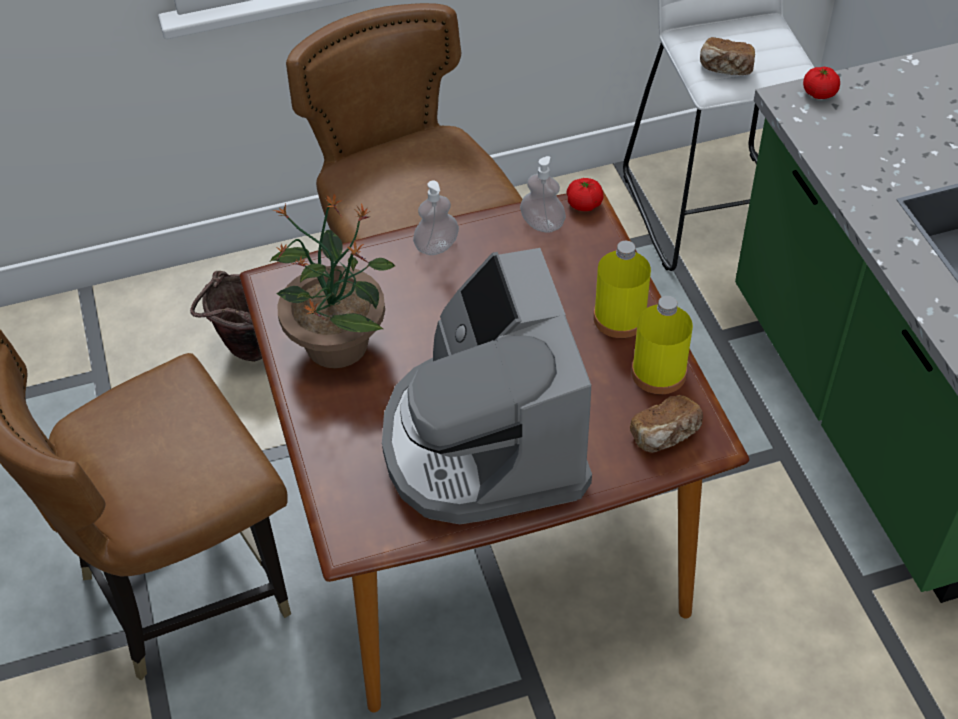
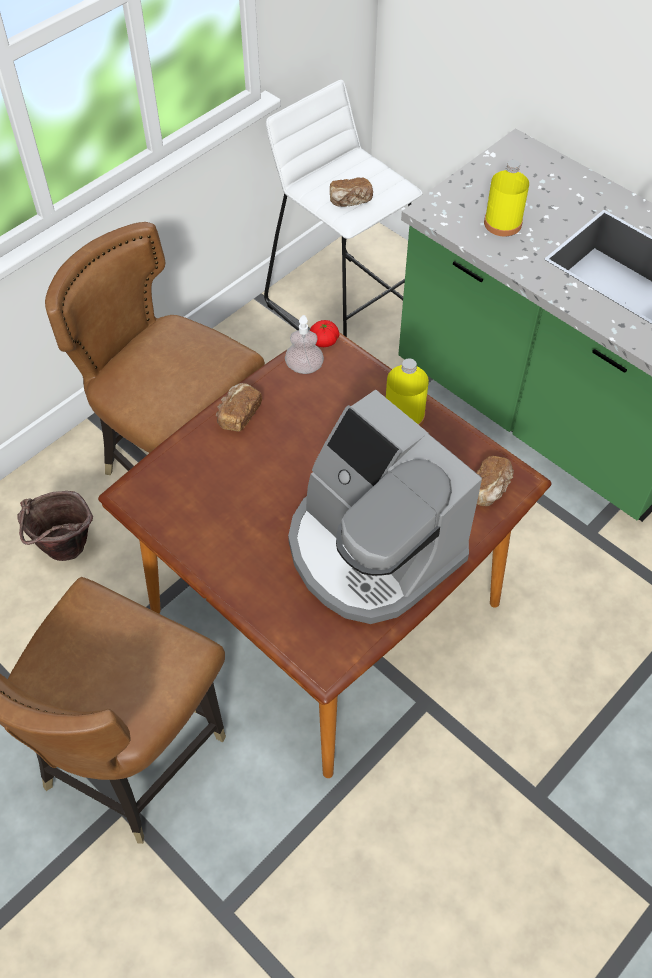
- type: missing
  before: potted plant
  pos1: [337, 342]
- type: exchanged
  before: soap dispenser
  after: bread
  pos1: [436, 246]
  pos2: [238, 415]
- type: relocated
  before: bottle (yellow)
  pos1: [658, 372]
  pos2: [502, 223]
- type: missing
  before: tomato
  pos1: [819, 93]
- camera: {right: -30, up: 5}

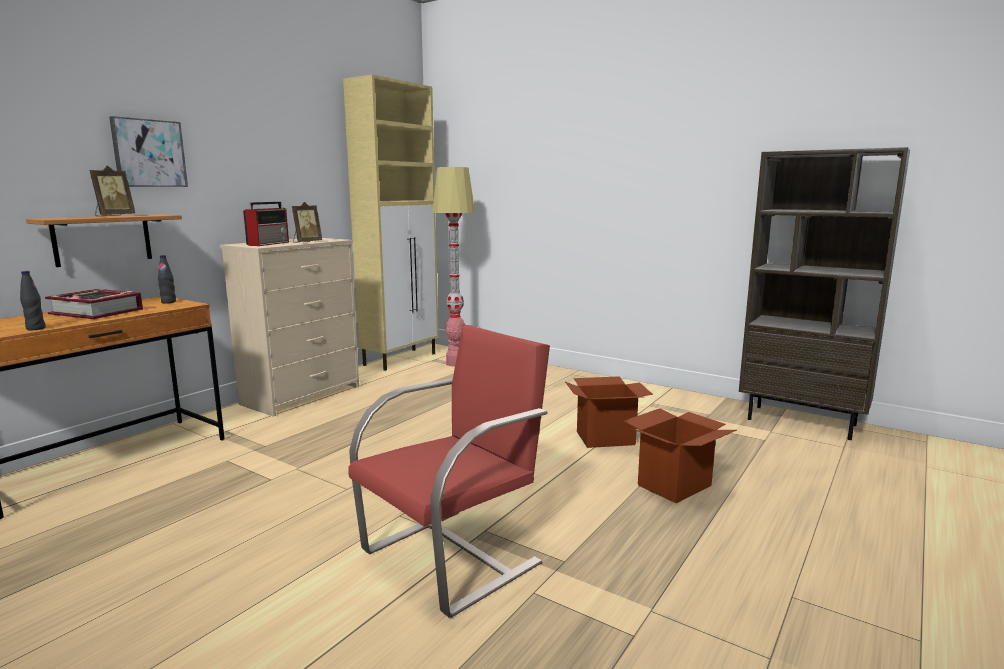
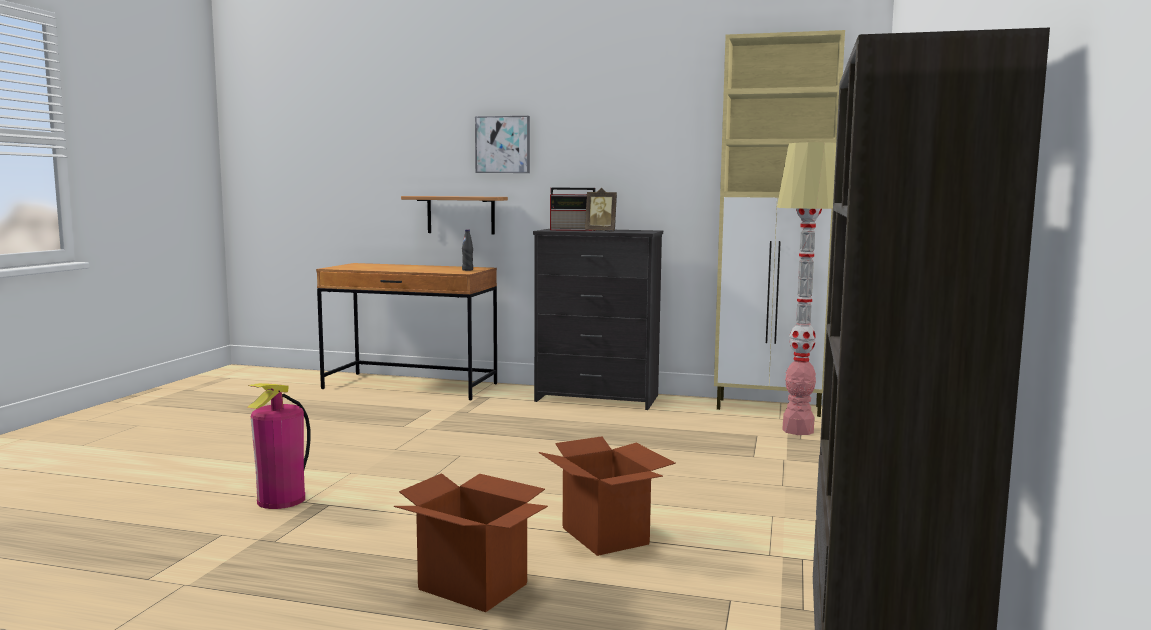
- type: missing
  before: bottle (black)
  pos1: [35, 328]
- type: missing
  before: book
  pos1: [97, 312]
- type: missing
  before: picture frame
  pos1: [114, 216]
- type: colour
  before: dresser (beige)
  after: dresser (black)
  pos1: [303, 395]
  pos2: [598, 398]
- type: exchanged
  before: chair (red)
  after: fire extinguisher
  pos1: [454, 556]
  pos2: [281, 500]
- camera: {right: 70, up: -5}

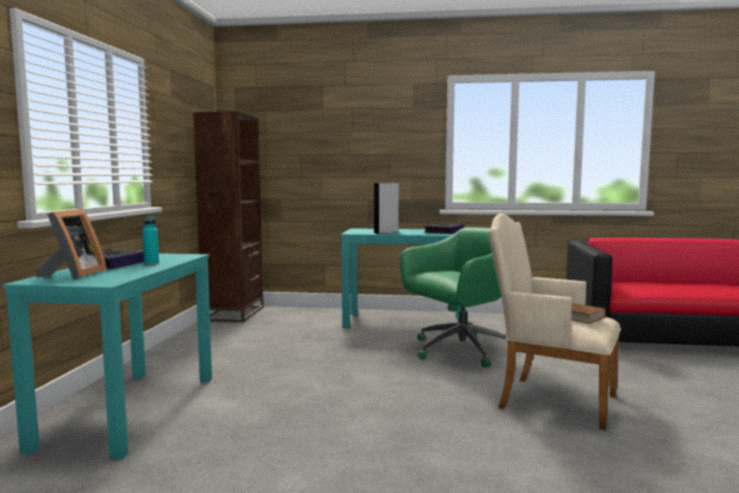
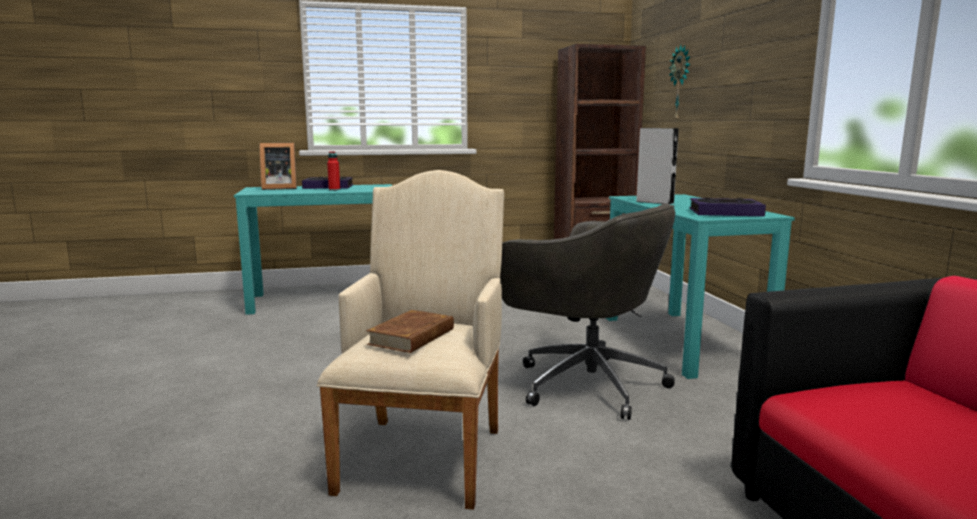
- type: colour
  before: bottle (turquoise)
  after: bottle (red)
  pos1: [151, 263]
  pos2: [334, 190]
- type: colour
  before: office chair (green)
  after: office chair (grey)
  pos1: [459, 351]
  pos2: [585, 383]
- type: appeared
  after: wall clock
  pos2: [681, 83]
- camera: {right: 70, up: 5}

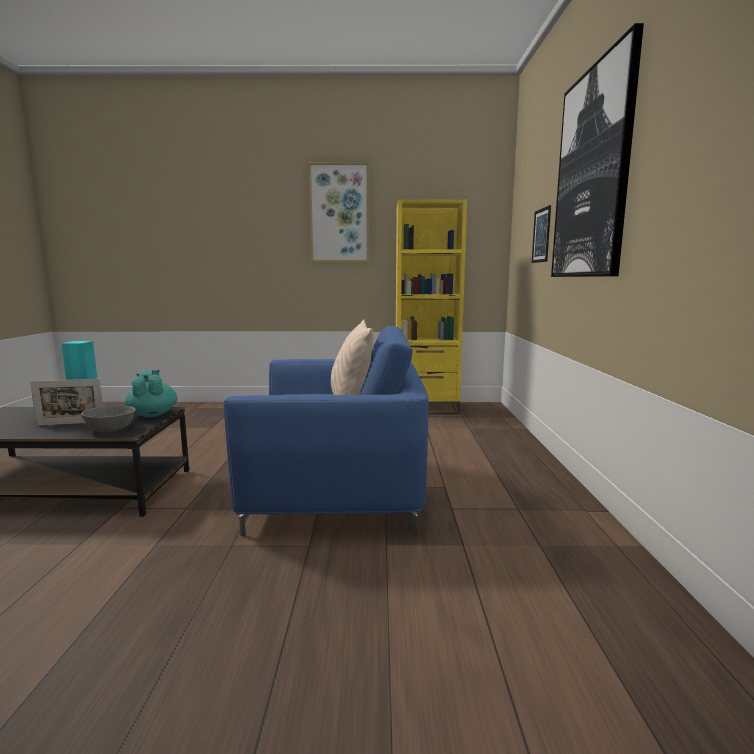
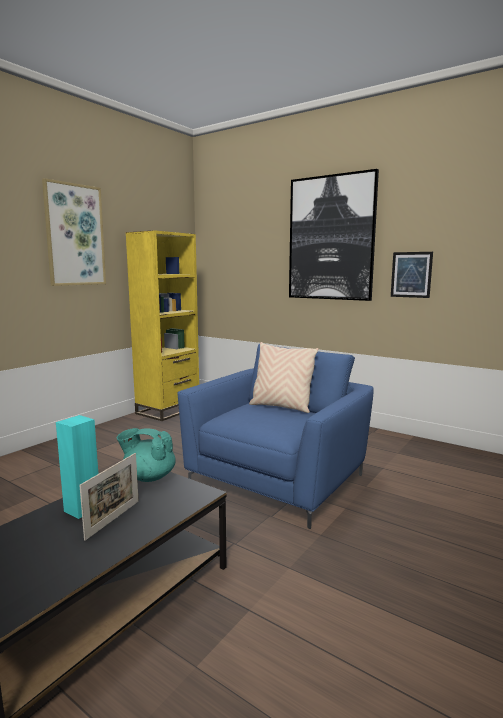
- type: missing
  before: bowl (grey)
  pos1: [110, 429]
- type: relocated
  before: picture
  pos1: [541, 235]
  pos2: [411, 274]
- camera: {right: -55, up: 0}

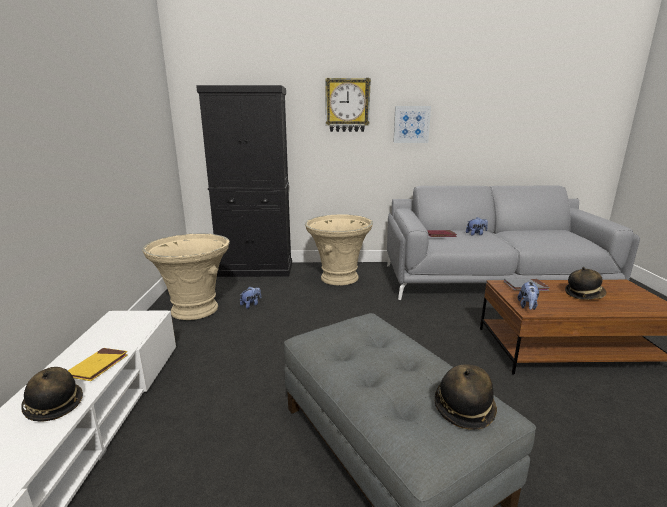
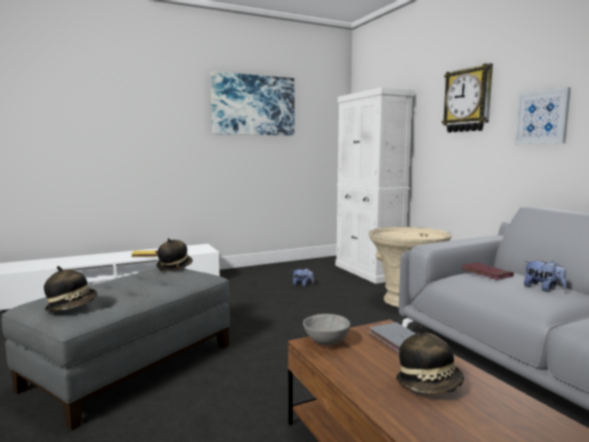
- type: relocated
  before: hat
  pos1: [54, 405]
  pos2: [174, 267]
- type: missing
  before: planter (beige)
  pos1: [195, 309]
- type: colour
  before: cabinet (black)
  after: cabinet (white)
  pos1: [256, 270]
  pos2: [368, 271]
- type: exchanged
  before: plush toy
  after: bowl (grey)
  pos1: [527, 306]
  pos2: [325, 342]
- type: appeared
  after: picture
  pos2: [253, 105]
- camera: {right: 65, up: -10}

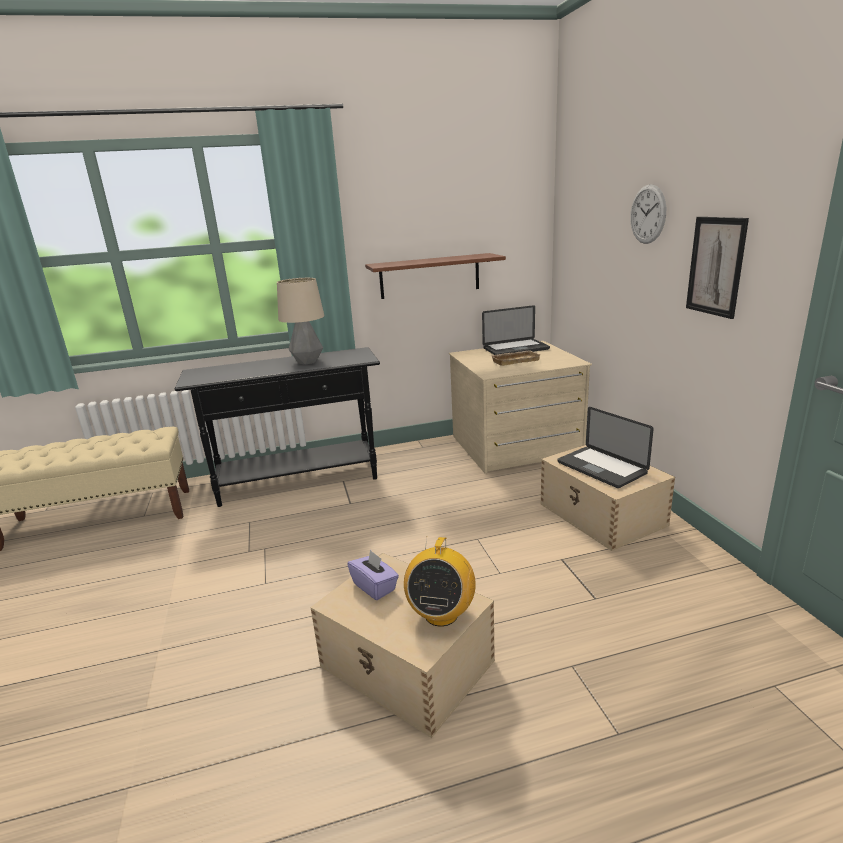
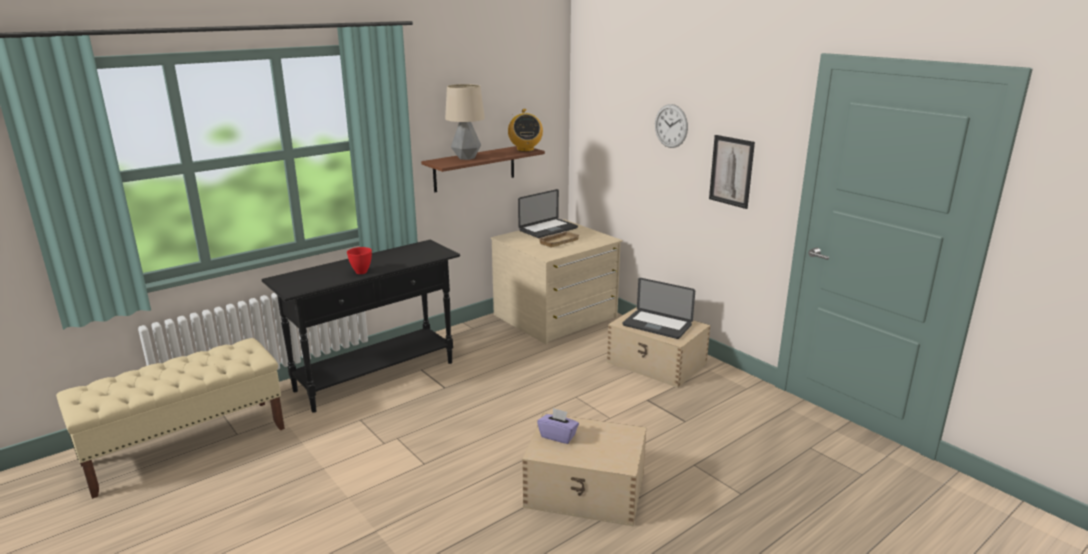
- type: relocated
  before: table lamp
  pos1: [308, 362]
  pos2: [466, 158]
- type: relocated
  before: radio
  pos1: [441, 614]
  pos2: [525, 150]
- type: appeared
  after: bowl (red)
  pos2: [361, 272]
- camera: {right: -25, up: 0}

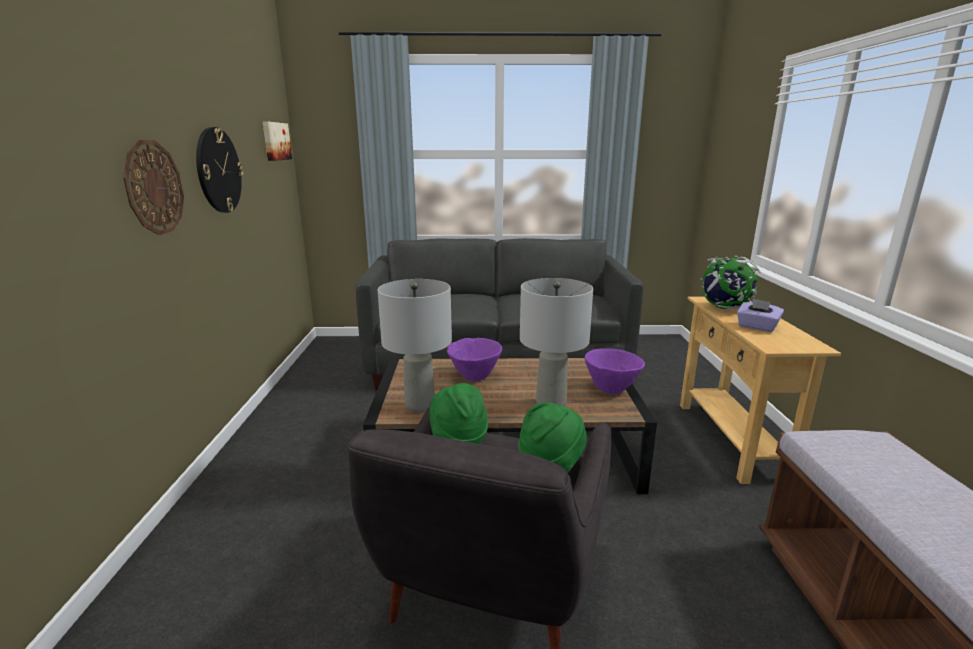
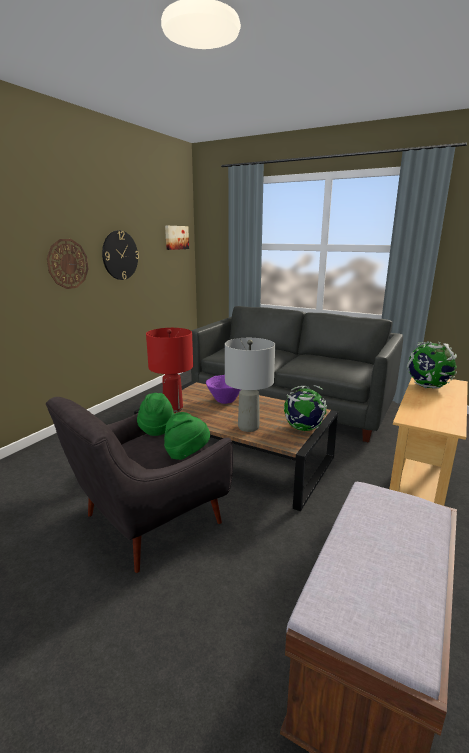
- type: colour
  before: table lamp (grey)
  after: table lamp (red)
  pos1: [420, 406]
  pos2: [173, 409]
- type: exchanged
  before: bowl (purple)
  after: globe
  pos1: [611, 388]
  pos2: [303, 429]
- type: missing
  before: tissue box (purple)
  pos1: [757, 327]
- camera: {right: 30, up: 0}

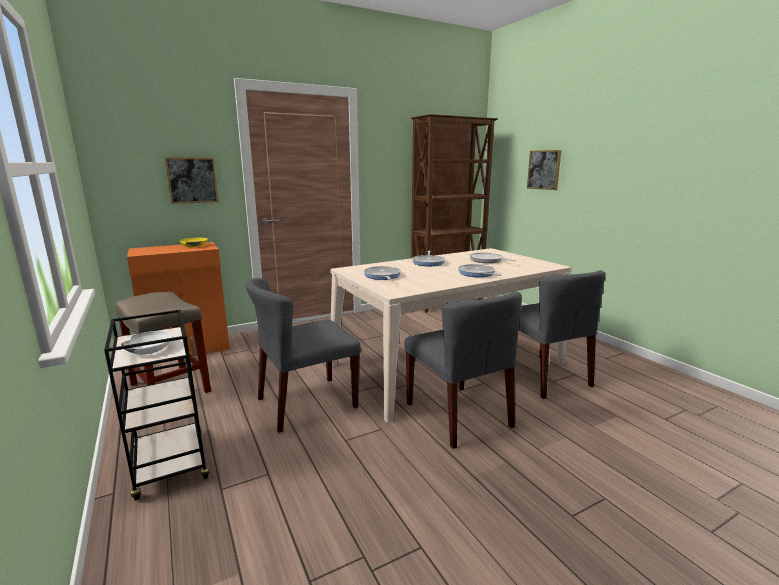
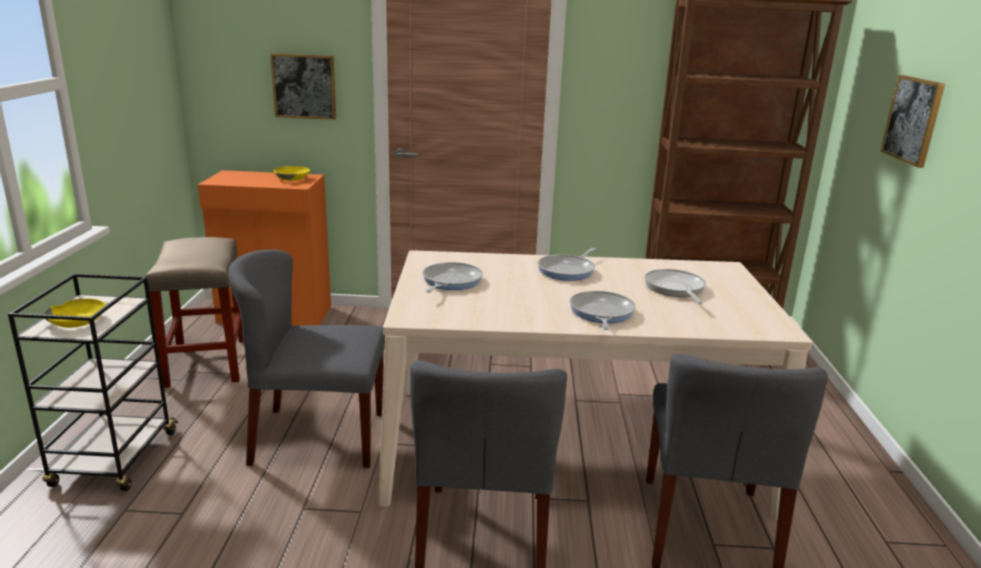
- type: colour
  before: bowl (white)
  after: bowl (yellow)
  pos1: [150, 348]
  pos2: [78, 320]
- camera: {right: 30, up: 5}

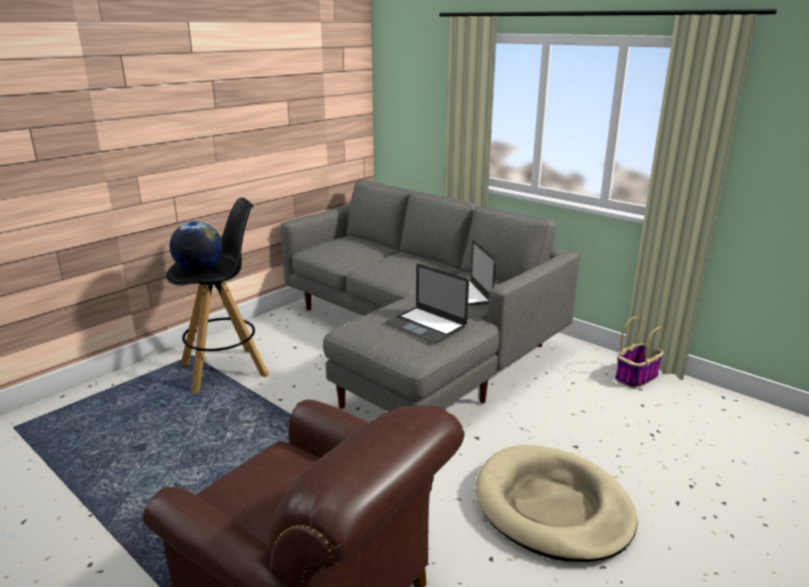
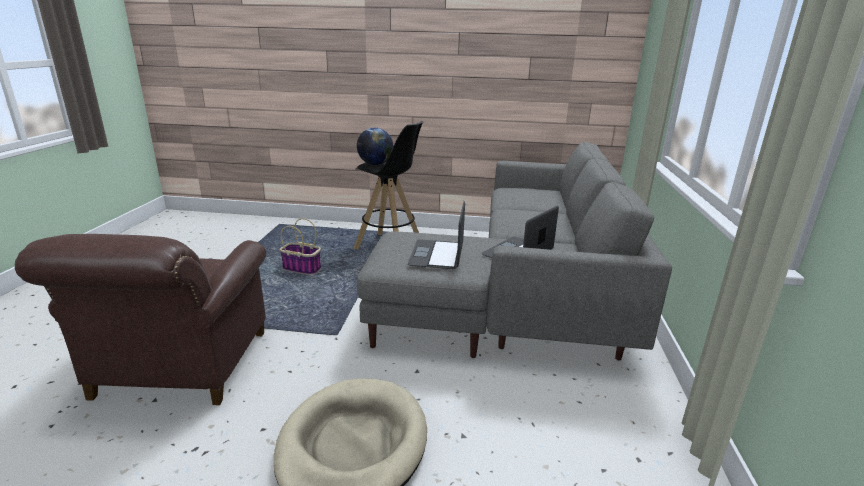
- type: relocated
  before: basket
  pos1: [636, 377]
  pos2: [302, 269]
- camera: {right: 55, up: 0}

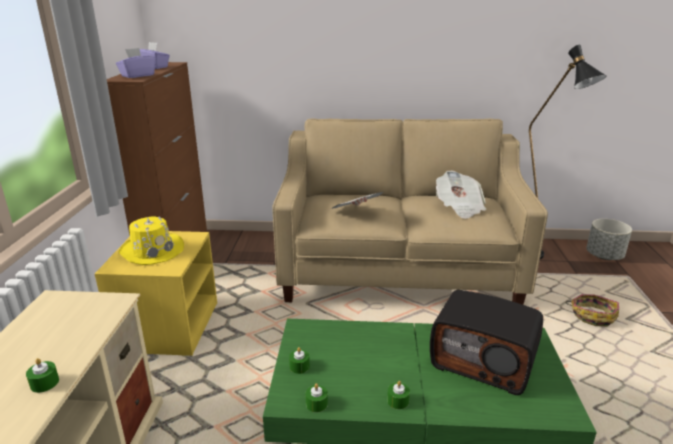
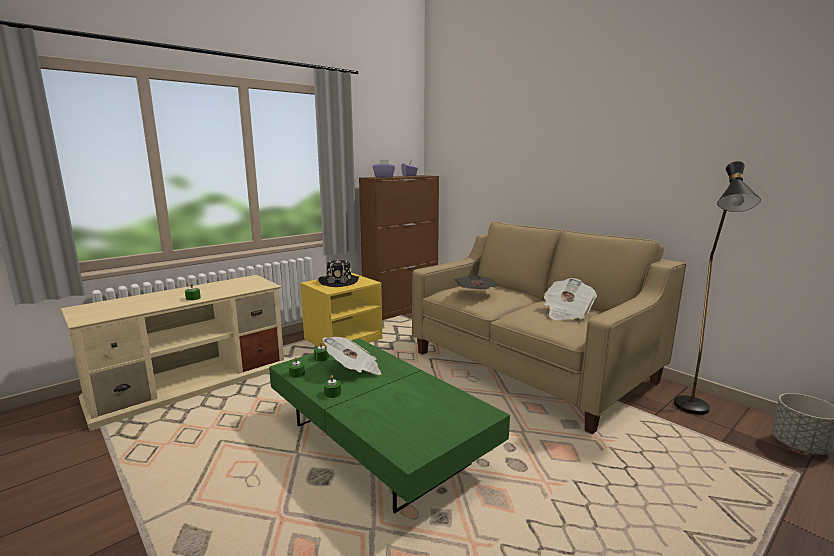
- type: colour
  before: hat (yellow)
  after: hat (black)
  pos1: [152, 250]
  pos2: [339, 281]
- type: missing
  before: radio
  pos1: [483, 361]
- type: missing
  before: basket
  pos1: [592, 316]
- type: appeared
  after: newspaper
  pos2: [354, 370]
- camera: {right: 45, up: -10}

